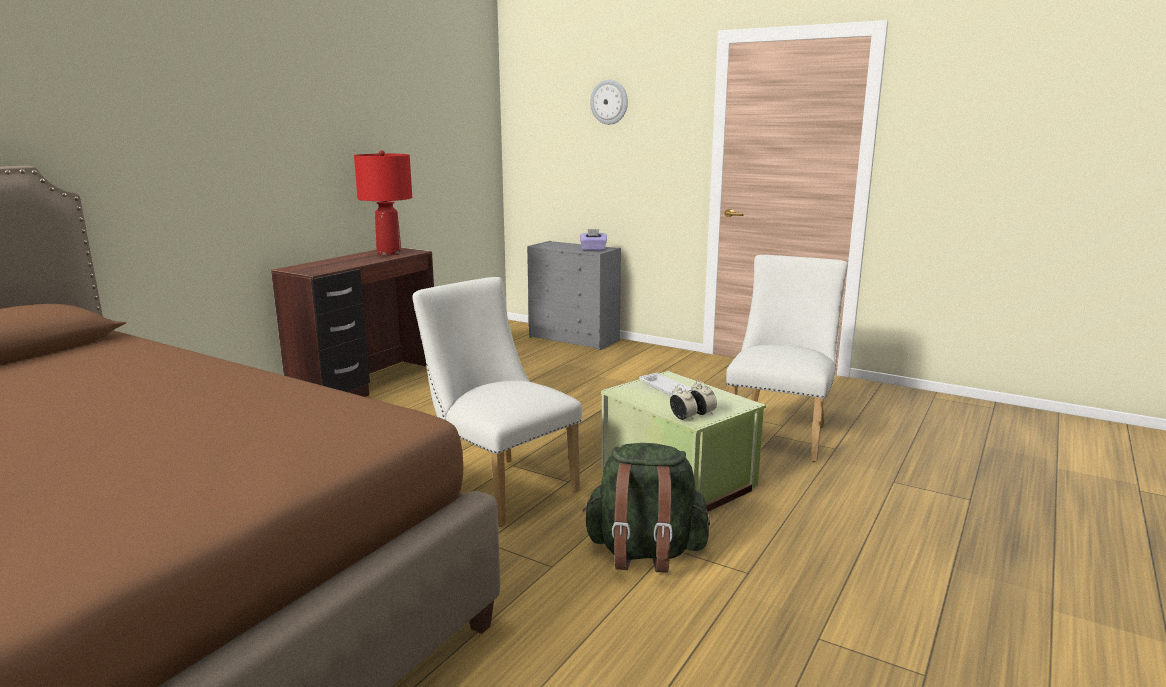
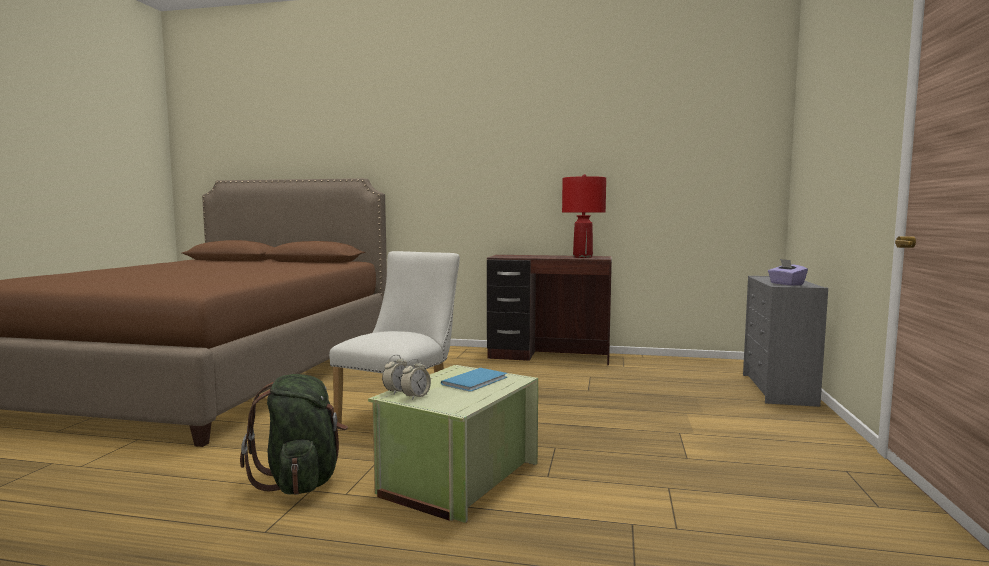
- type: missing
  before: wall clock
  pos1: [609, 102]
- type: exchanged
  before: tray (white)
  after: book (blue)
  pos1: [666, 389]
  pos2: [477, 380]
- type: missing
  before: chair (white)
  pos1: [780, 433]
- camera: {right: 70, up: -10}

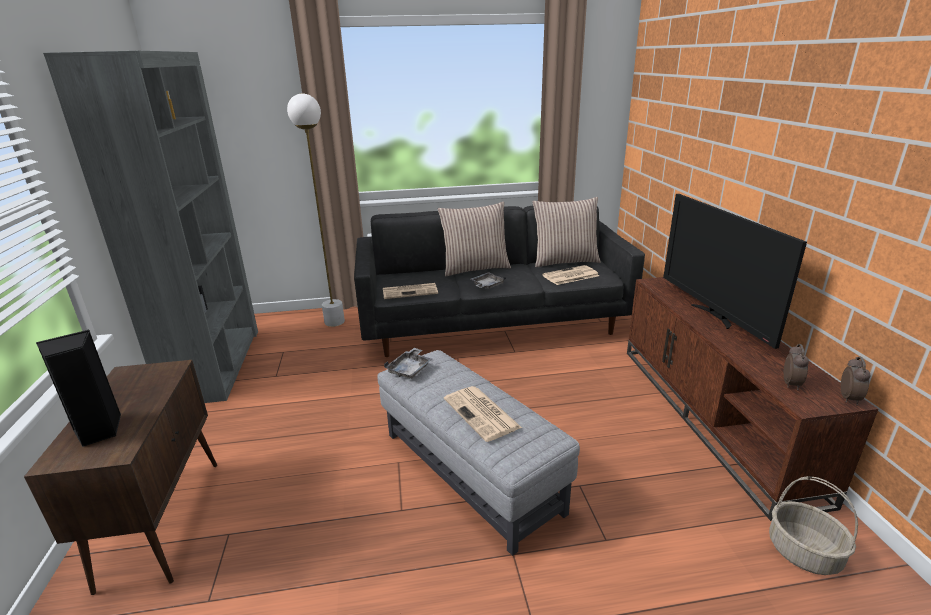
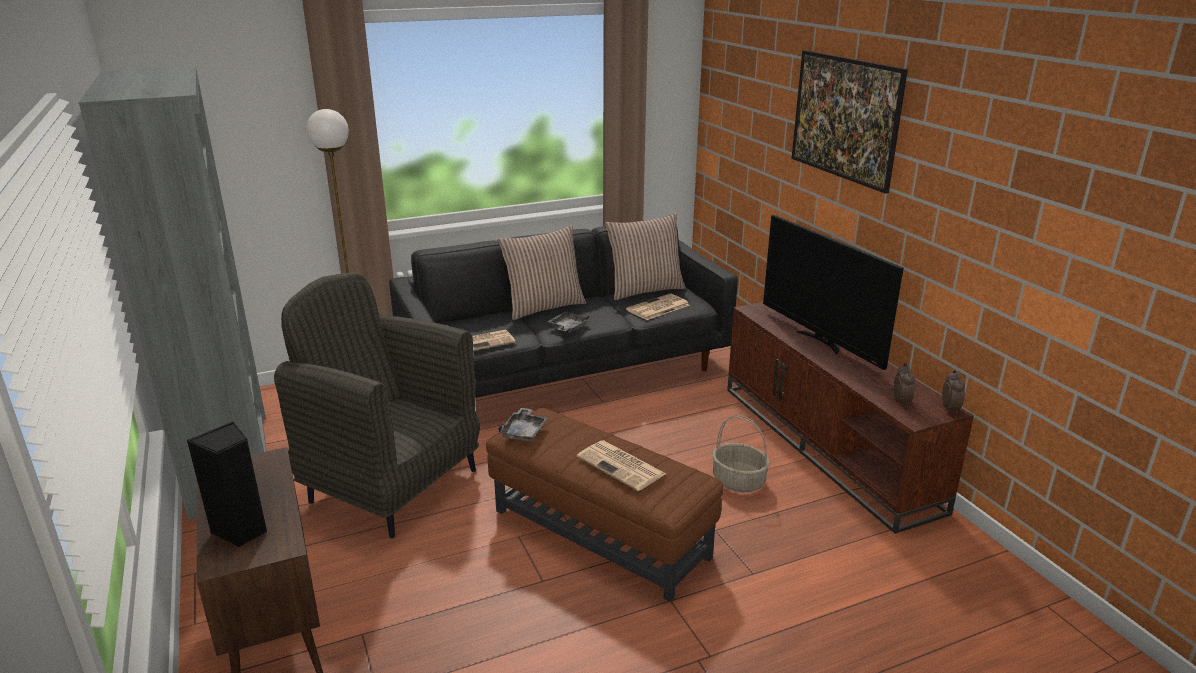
- type: colour
  before: ottoman (grey)
  after: ottoman (brown)
  pos1: [470, 471]
  pos2: [600, 533]
- type: relocated
  before: basket
  pos1: [804, 553]
  pos2: [739, 481]
- type: appeared
  after: armchair (grey)
  pos2: [391, 485]
- type: appeared
  after: picture
  pos2: [841, 146]
- camera: {right: -15, up: 0}

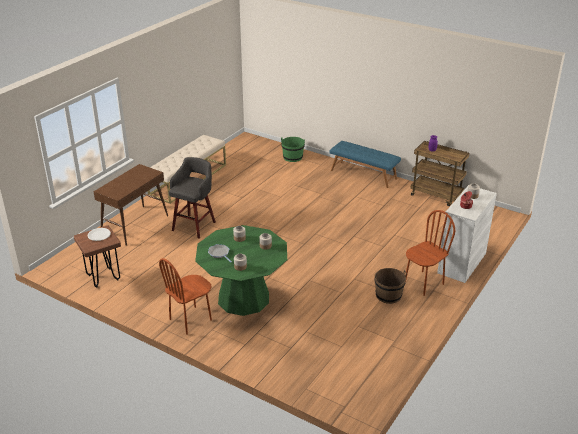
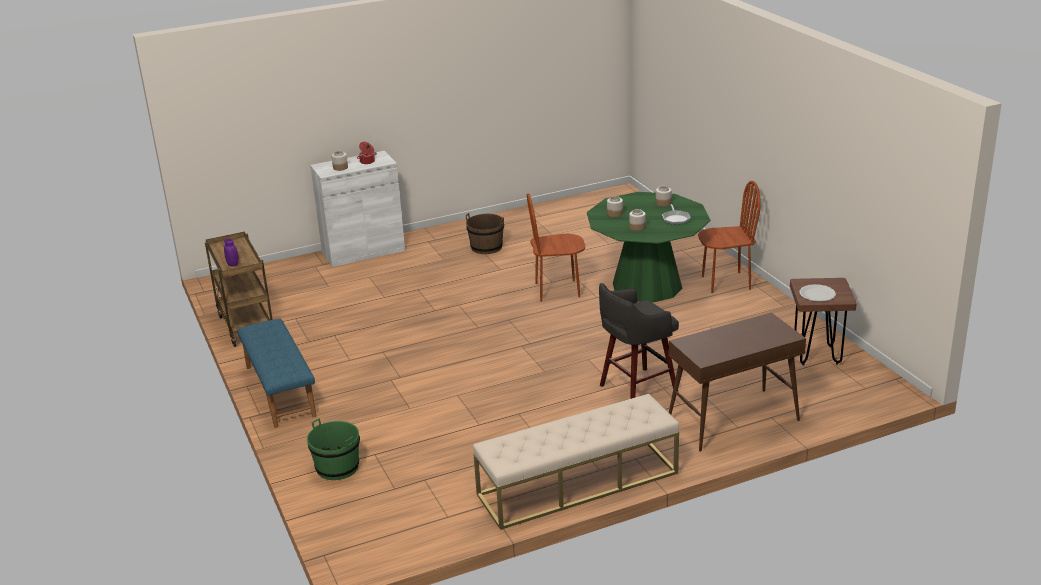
- type: relocated
  before: chair (brown)
  pos1: [423, 283]
  pos2: [557, 290]
- camera: {right: -145, up: -5}

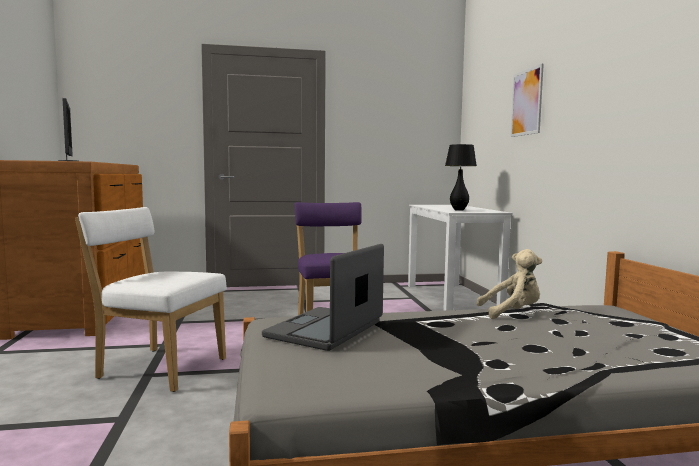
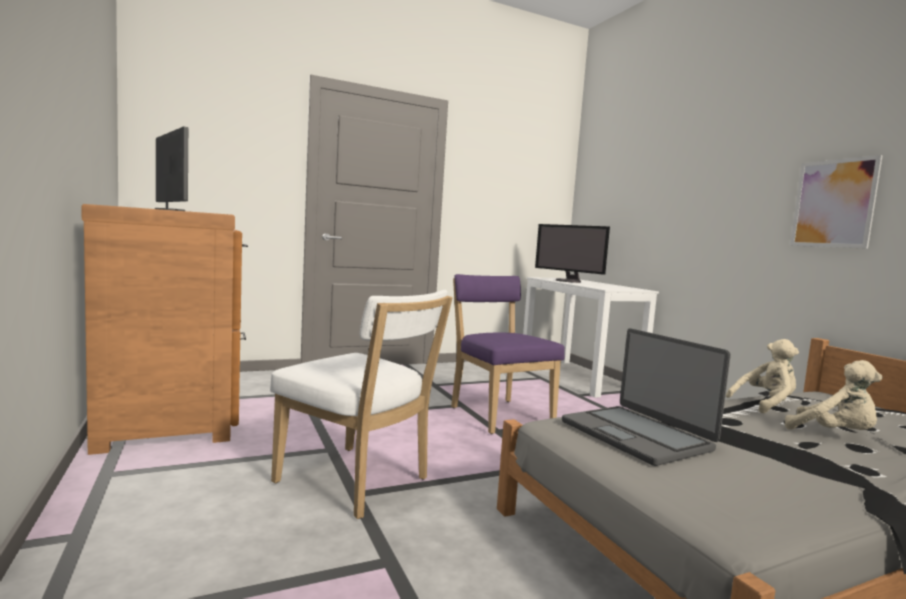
- type: spun
  before: chair (white)
  pos1: [158, 368]
  pos2: [357, 483]
  turn: -150
- type: spun
  before: laptop
  pos1: [326, 330]
  pos2: [636, 435]
  turn: -45
- type: missing
  before: table lamp (black)
  pos1: [459, 210]
- type: relocated
  before: picture
  pos1: [526, 102]
  pos2: [833, 203]
- type: appeared
  after: monitor
  pos2: [568, 281]
- type: appeared
  after: plush toy (beige)
  pos2: [834, 434]
- camera: {right: -15, up: 0}

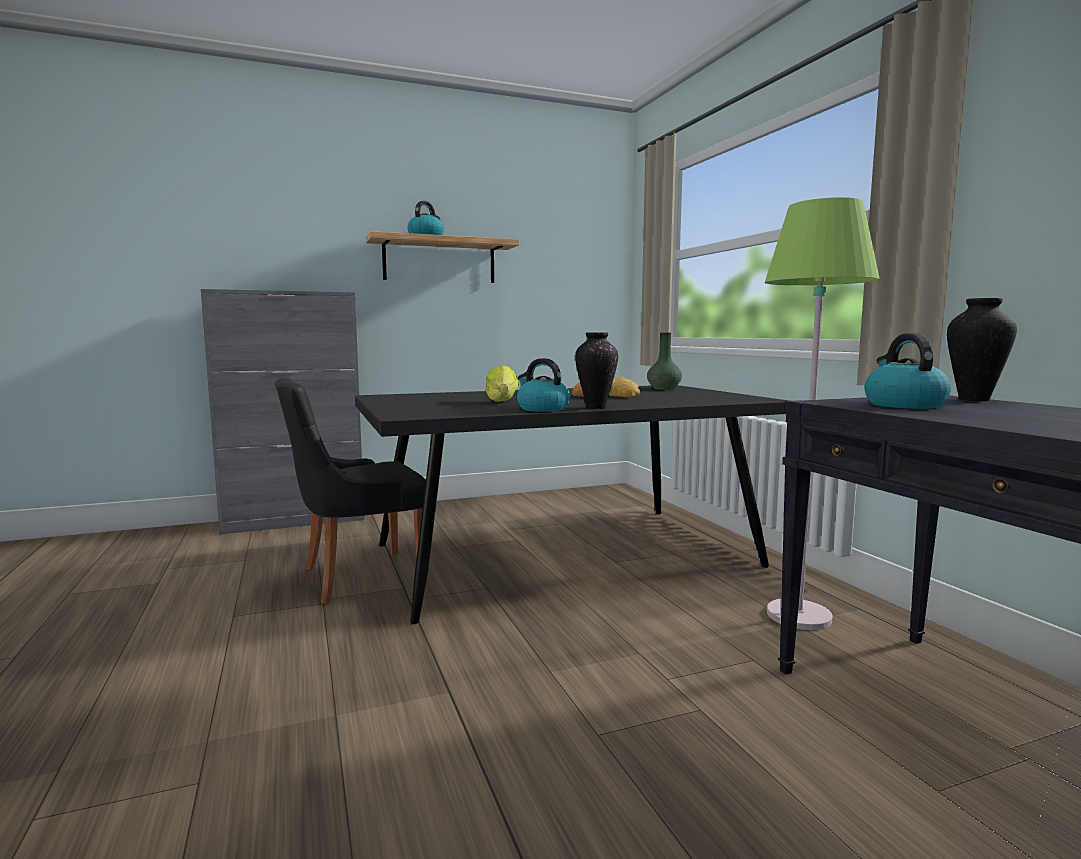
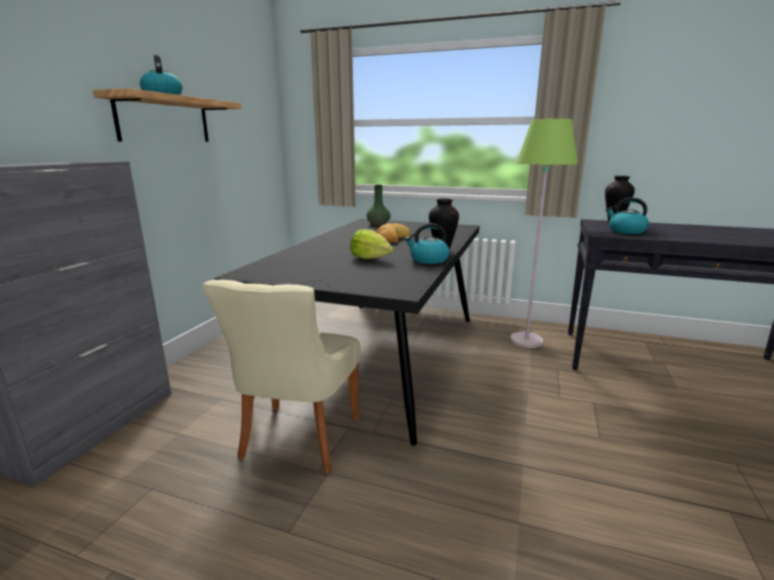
- type: colour
  before: chair (black)
  after: chair (beige)
  pos1: [357, 577]
  pos2: [298, 439]
- camera: {right: -50, up: 10}

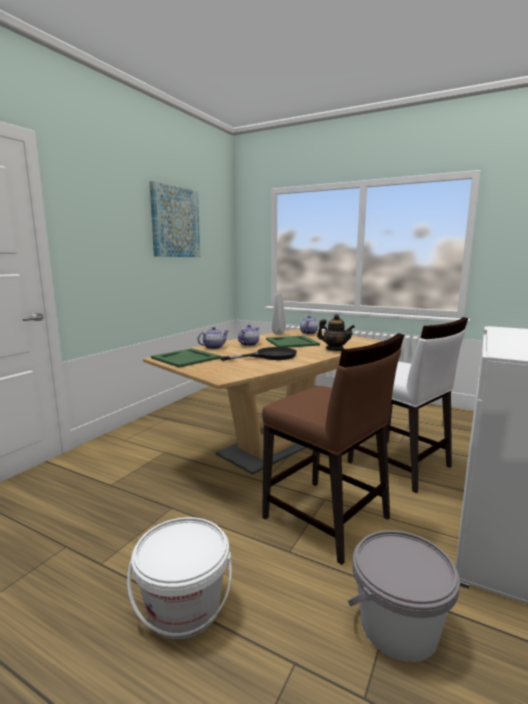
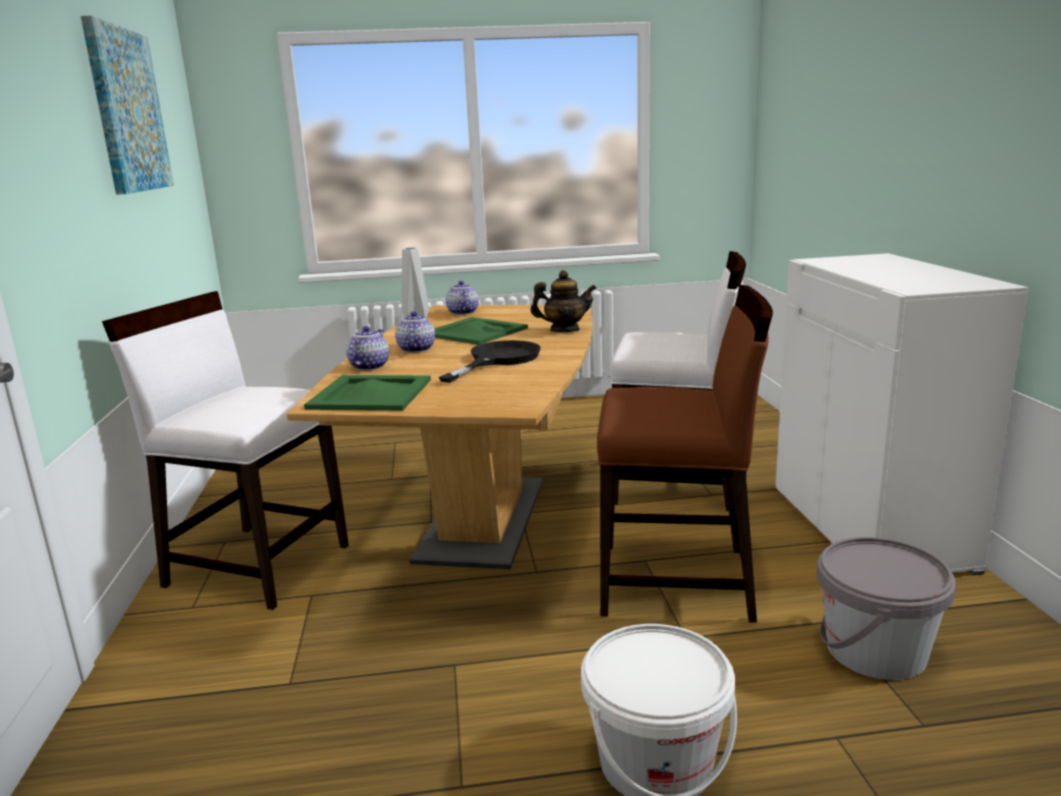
- type: appeared
  after: chair (white)
  pos2: [257, 564]
- camera: {right: -35, up: 5}

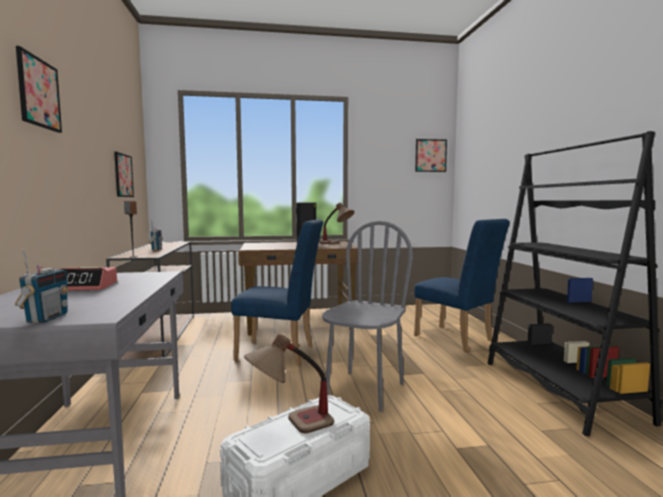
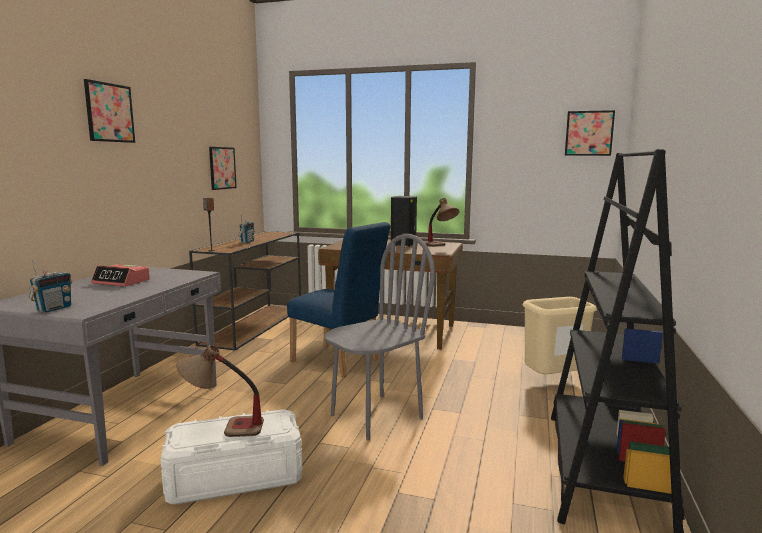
- type: exchanged
  before: chair (blue)
  after: trash can (beige)
  pos1: [457, 339]
  pos2: [553, 382]
- camera: {right: 25, up: 5}

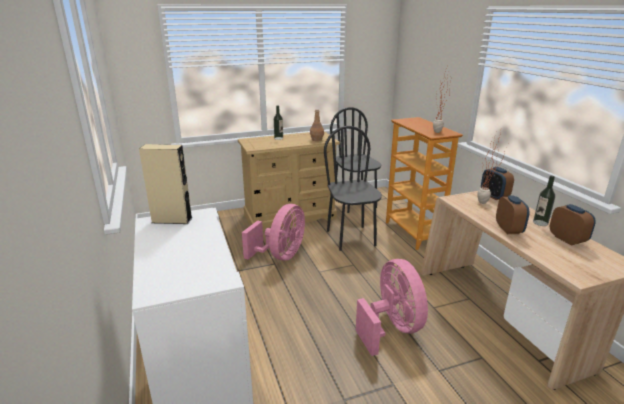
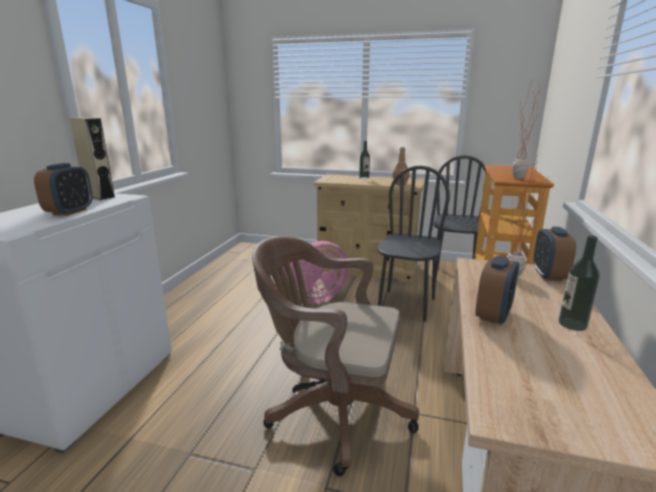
- type: exchanged
  before: fan (pink)
  after: office chair (brown)
  pos1: [392, 328]
  pos2: [332, 410]
- type: relocated
  before: alarm clock
  pos1: [567, 239]
  pos2: [70, 212]
- camera: {right: 35, up: -5}

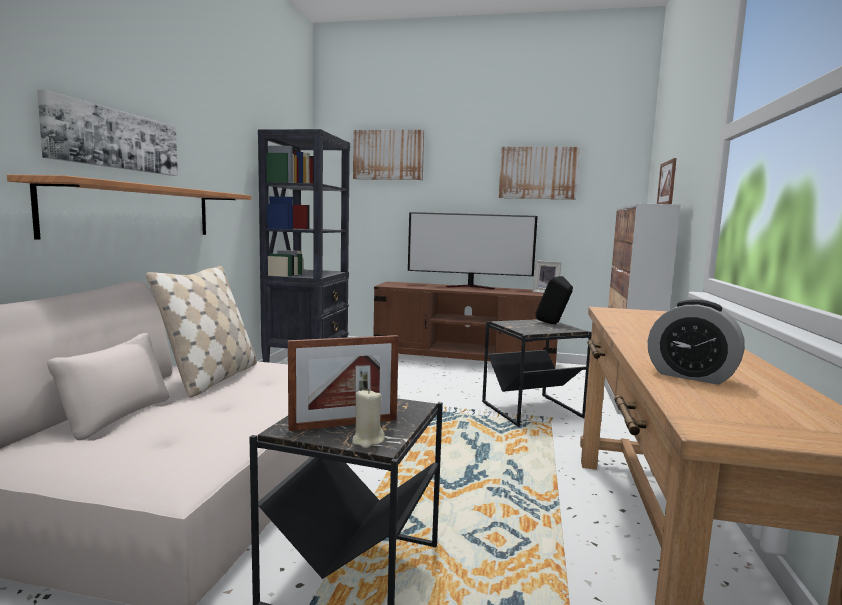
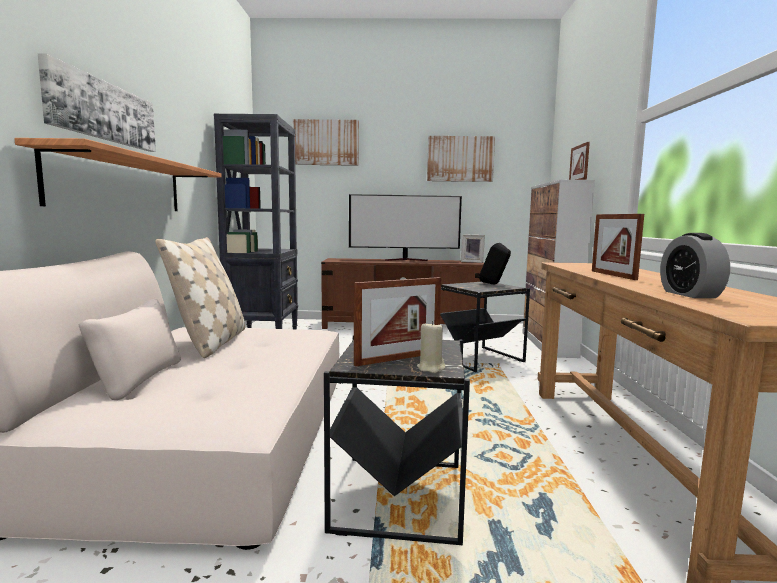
- type: spun
  before: alarm clock
  pos1: [691, 376]
  pos2: [689, 294]
  turn: 60
- type: appeared
  after: picture frame
  pos2: [613, 275]
- camera: {right: -10, up: 0}

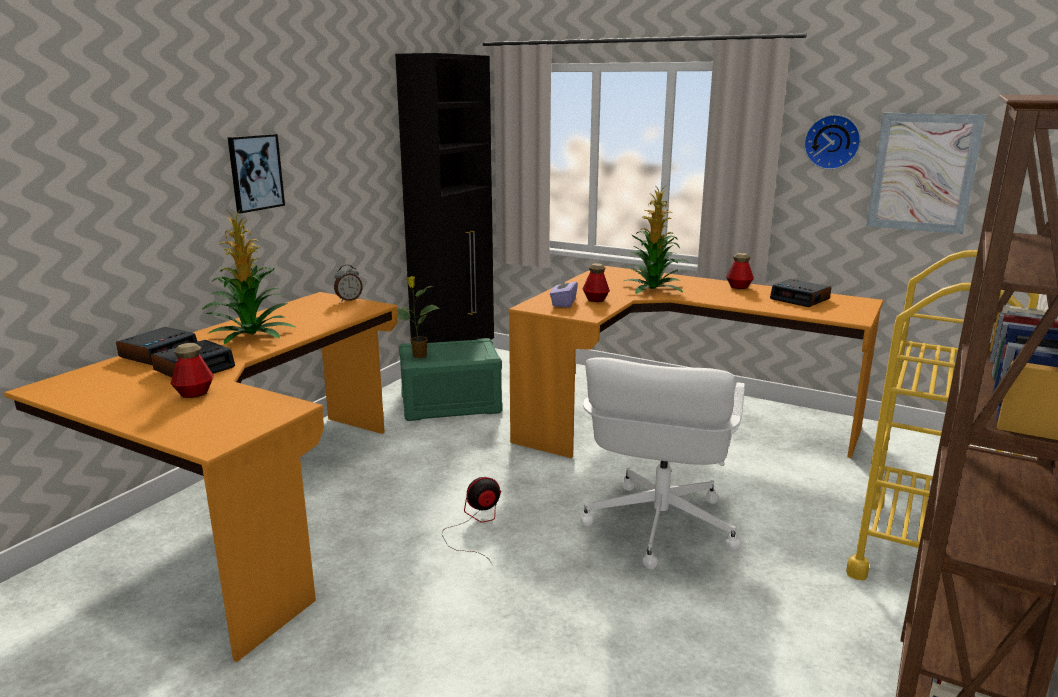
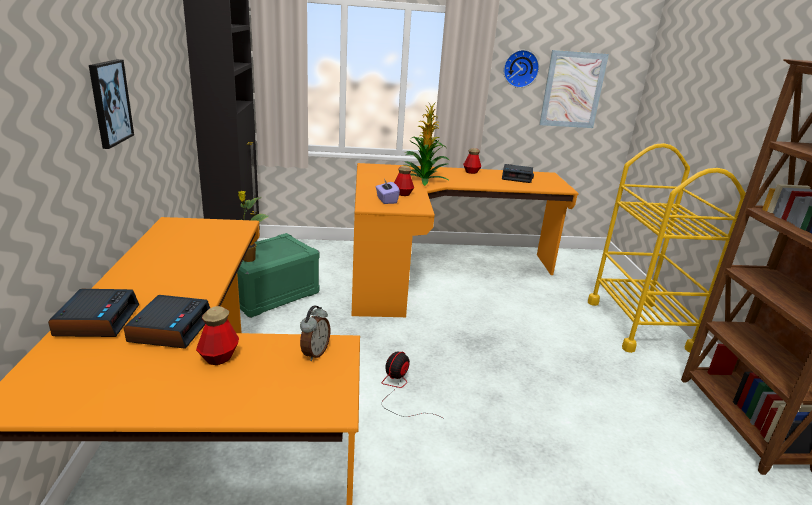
- type: missing
  before: potted plant
  pos1: [251, 335]
- type: relocated
  before: alarm clock
  pos1: [349, 300]
  pos2: [314, 353]
- type: missing
  before: office chair (white)
  pos1: [658, 526]
- camera: {right: -35, up: 5}

